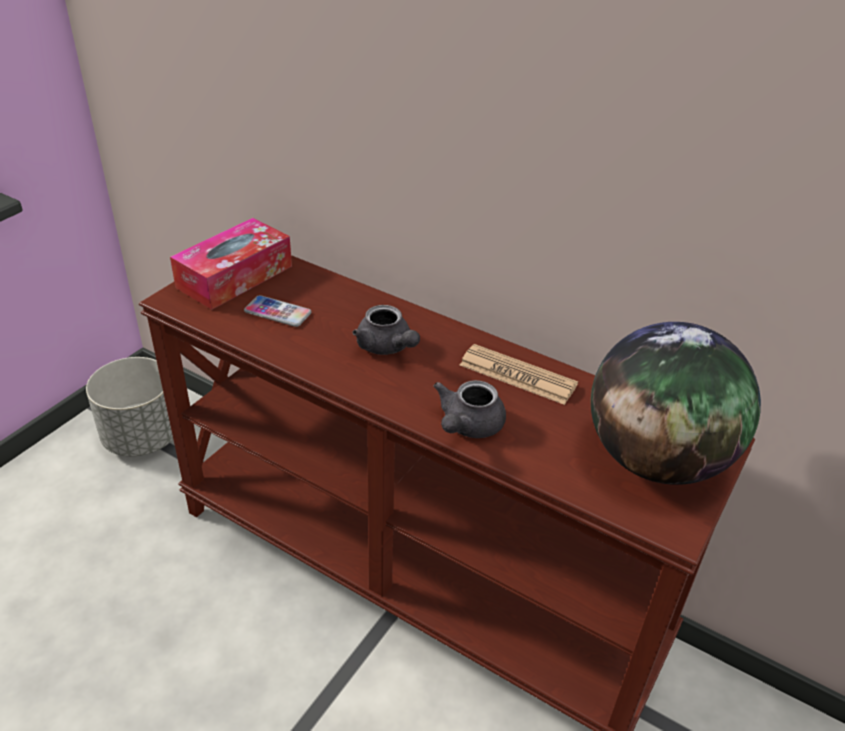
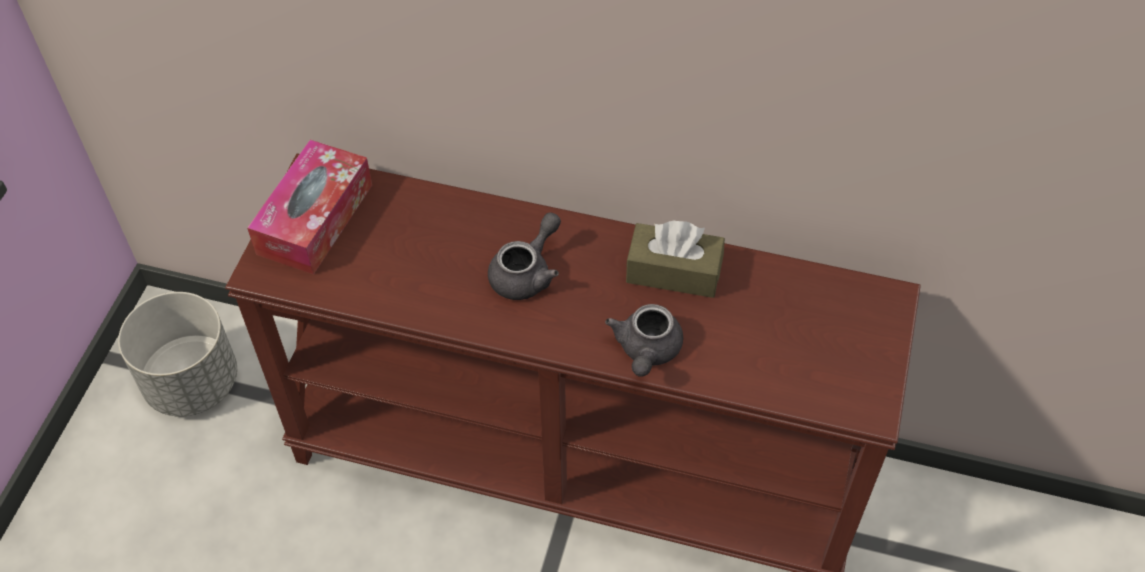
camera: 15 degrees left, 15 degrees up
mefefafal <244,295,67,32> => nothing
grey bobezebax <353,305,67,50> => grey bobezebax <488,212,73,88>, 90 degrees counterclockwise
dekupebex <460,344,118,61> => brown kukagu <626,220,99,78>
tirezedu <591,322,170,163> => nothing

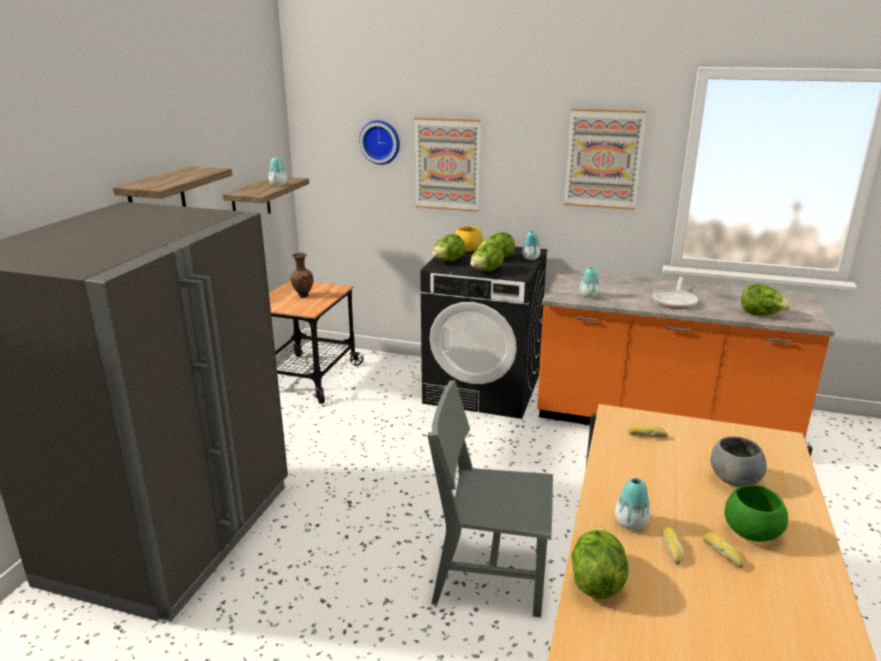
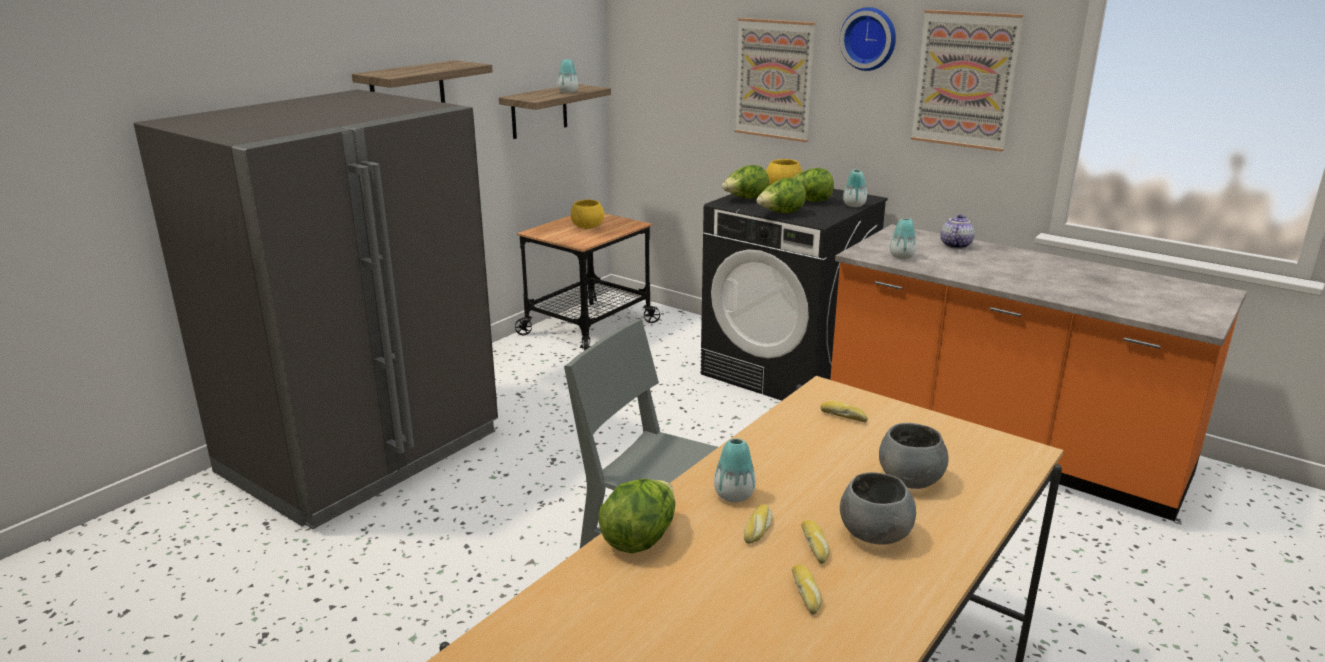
camera: 20 degrees right, 0 degrees up
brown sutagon <290,253,23,44> => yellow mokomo <571,199,33,30>
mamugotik <359,120,41,45> => mamugotik <840,7,56,64>, shifted
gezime <653,277,45,32> => nothing
green mokomo <725,485,63,57> => grey mokomo <840,472,76,73>
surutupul <741,284,50,31> => nothing
nothing => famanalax <792,565,30,50>
nothing => bobezebax <941,214,34,35>

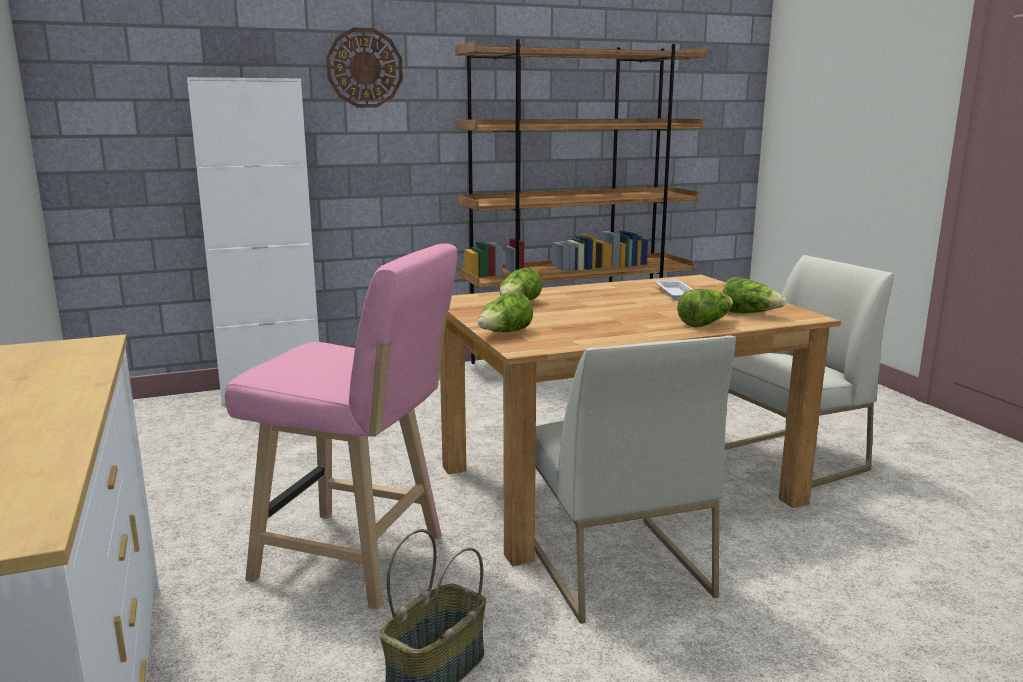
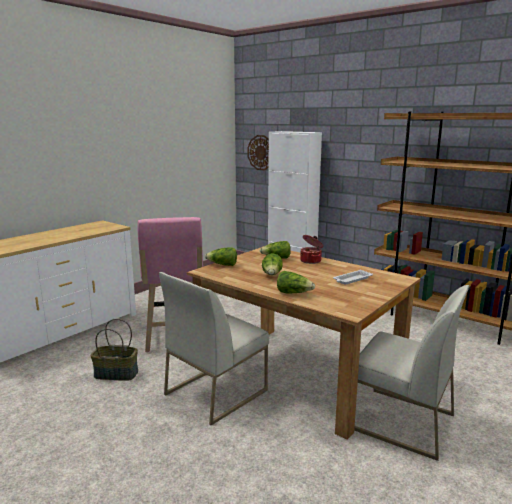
camera: 60 degrees right, 0 degrees up
mamugotik <326,27,77,81> => mamugotik <247,135,22,35>, shifted
surutupul <722,277,64,36> => surutupul <262,253,21,22>, shifted
nothing => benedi <300,235,23,29>

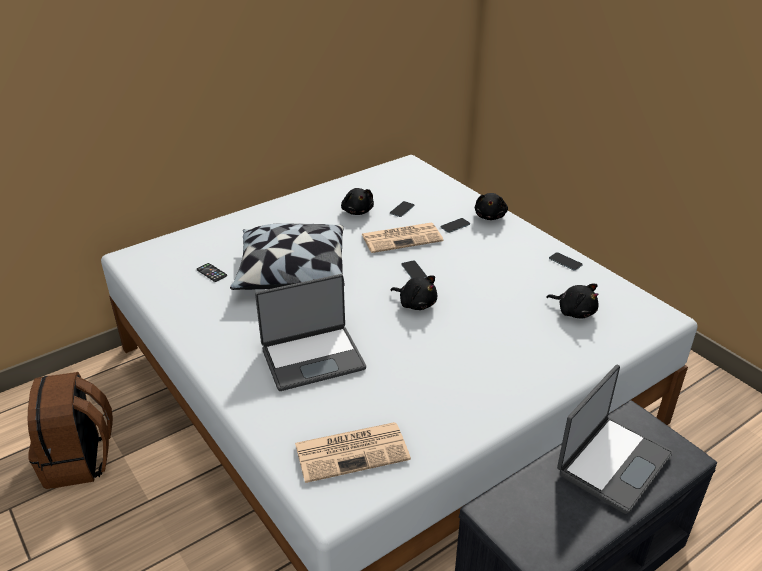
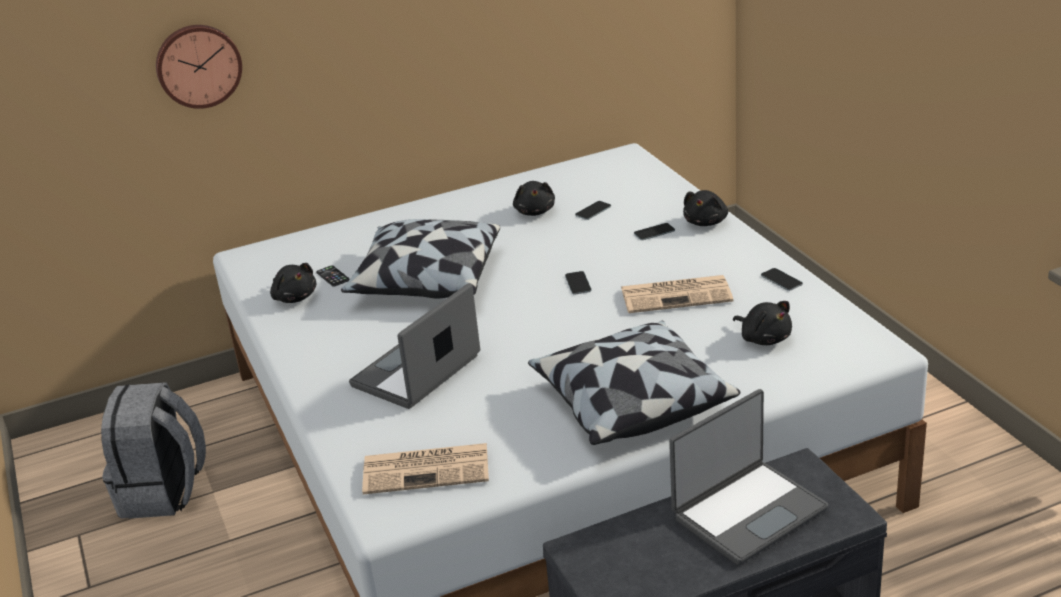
camera: 15 degrees right, 5 degrees down
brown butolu <28,372,85,117> => grey butolu <101,382,105,137>
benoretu <255,274,111,117> => benoretu <349,283,131,126>, 135 degrees clockwise
dekupebex <362,223,81,30> => dekupebex <621,275,112,38>, shifted
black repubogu <391,276,46,34> => black repubogu <270,263,46,40>, shifted
nothing => mamugotik <156,25,86,84>
nothing => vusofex <528,321,212,124>

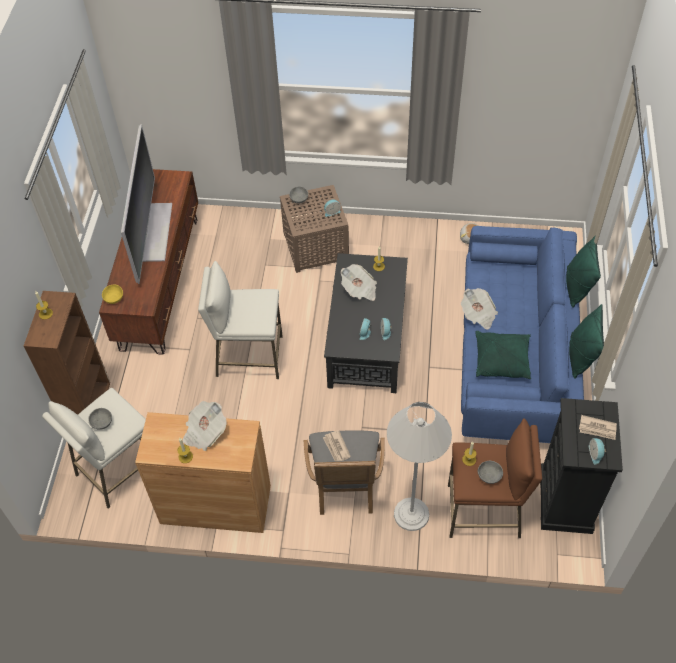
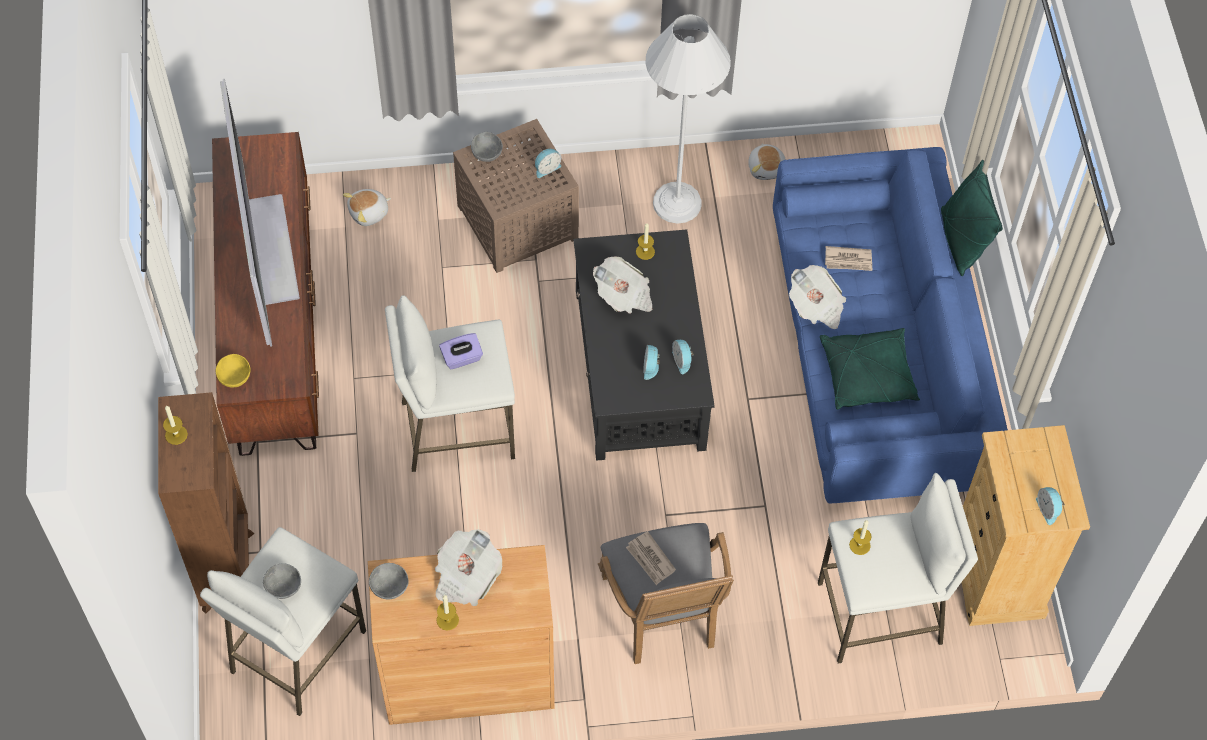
camera: 15 degrees left, 5 degrees up
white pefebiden <387,402,65,129> => white pefebiden <646,14,85,210>, shifted
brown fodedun <448,419,94,119> => white fodedun <818,473,160,190>
grey mokomo <478,461,25,23> => grey mokomo <369,563,40,37>, shifted
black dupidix <540,398,83,136> => beige dupidix <961,425,129,201>
green vusofex <569,304,35,75> => nothing
dekupebex <579,415,38,25> => dekupebex <825,246,47,25>, shifted
nothing => repubogu <343,189,48,37>
nothing => purple kukagu <439,333,44,36>

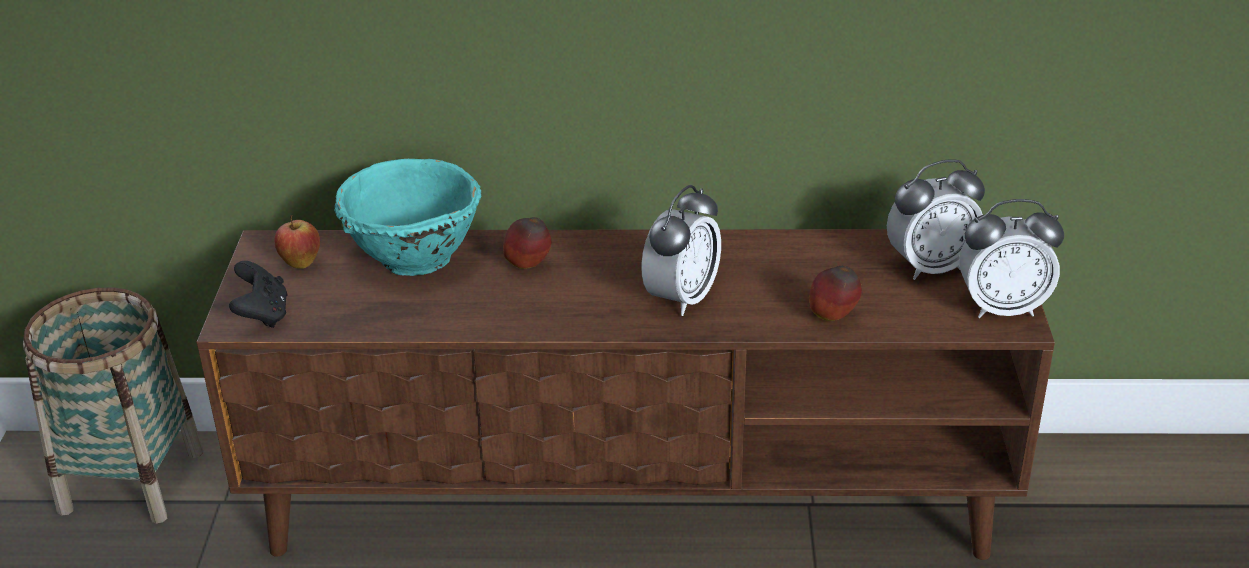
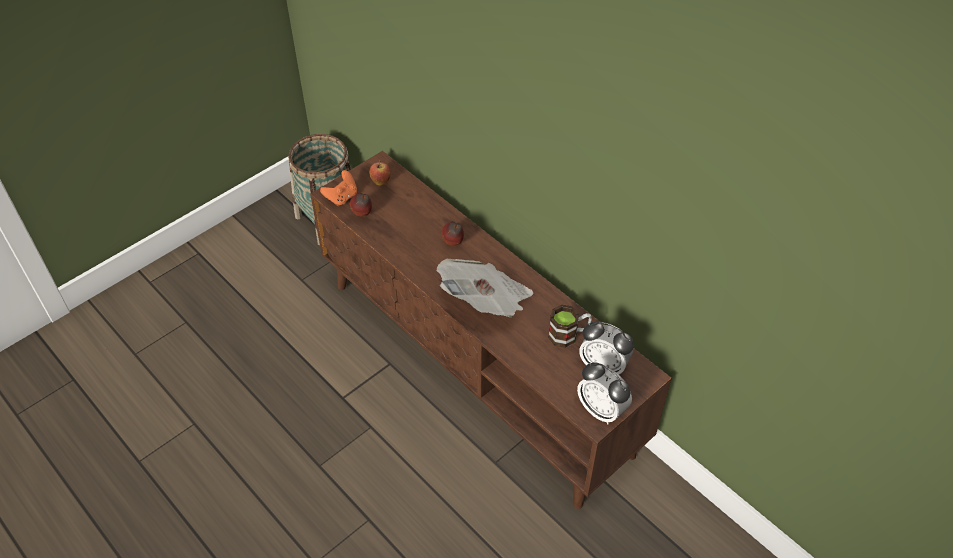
camera: 45 degrees right, 15 degrees up
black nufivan <229,261,59,67> => orange nufivan <320,170,37,36>
turquoise mokomo <334,159,148,117> => nothing
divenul <641,185,80,131> => dekupebex <437,259,96,58>
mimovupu <809,266,53,55> => mimovupu <350,193,22,24>, shifted
nothing => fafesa <548,305,44,43>

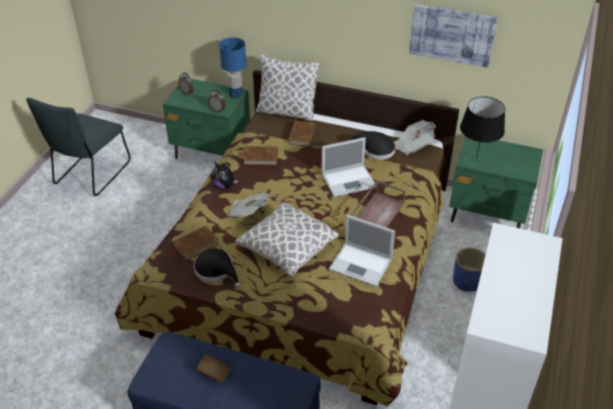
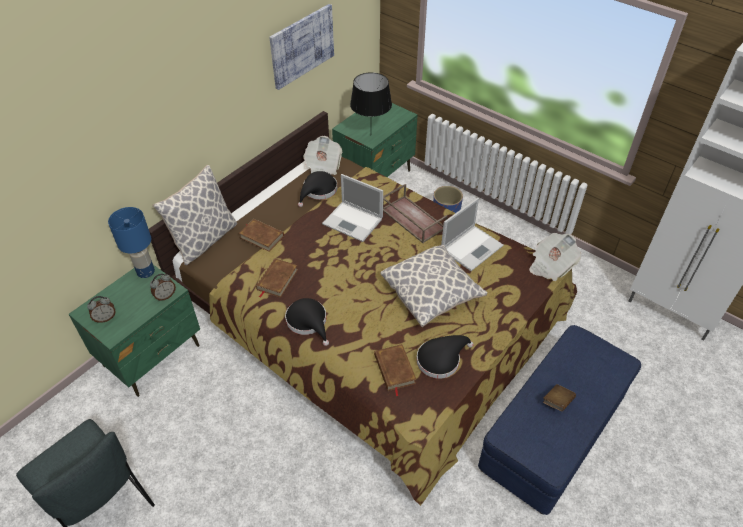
camera: 70 degrees left, 5 degrees up
repubogu <212,162,26,27> => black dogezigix <285,298,44,48>
dekupebex <227,193,42,24> => dekupebex <529,233,52,48>, shifted
benoretu <321,137,55,60> => benoretu <322,174,61,68>, 120 degrees clockwise

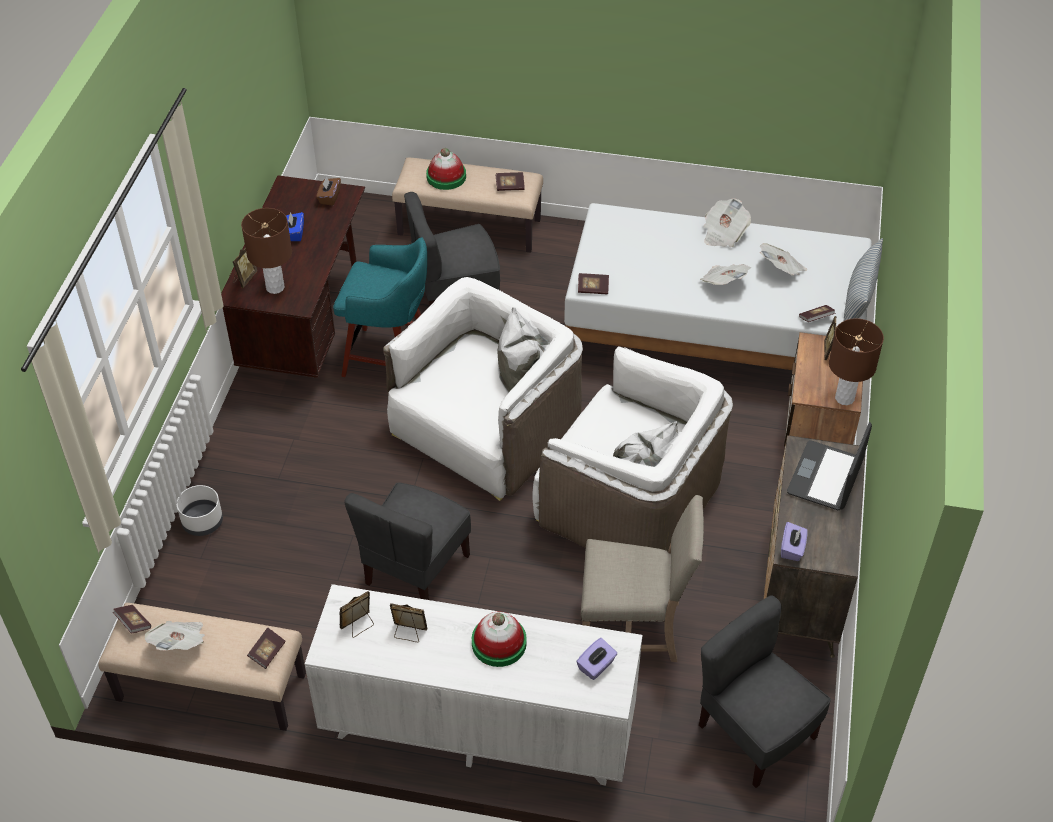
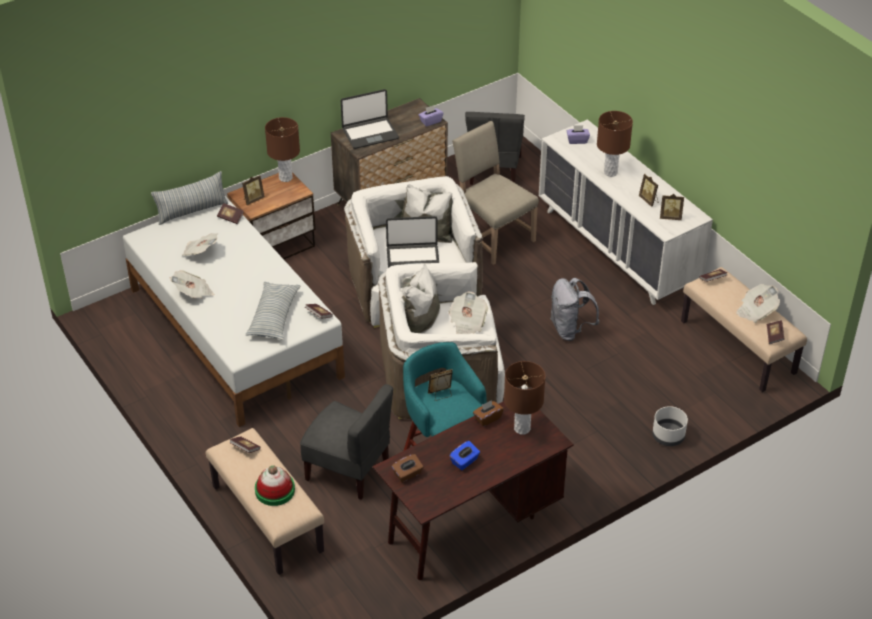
camera: 135 degrees left, 5 degrees down
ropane <233,248,25,40> => ropane <428,369,25,32>, shifted
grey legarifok <344,482,127,118> => grey butolu <550,278,49,63>
dogezigix <472,611,55,56> => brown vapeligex <597,111,36,66>
dekupebex <700,264,51,21> => dekupebex <449,292,39,42>, shifted
nothing => vusofex <245,282,55,58>
nothing => benoretu <386,216,53,52>
nothing => brown kukagu <473,400,31,27>

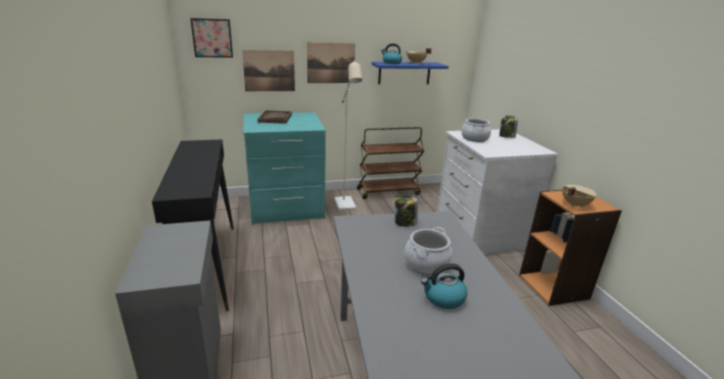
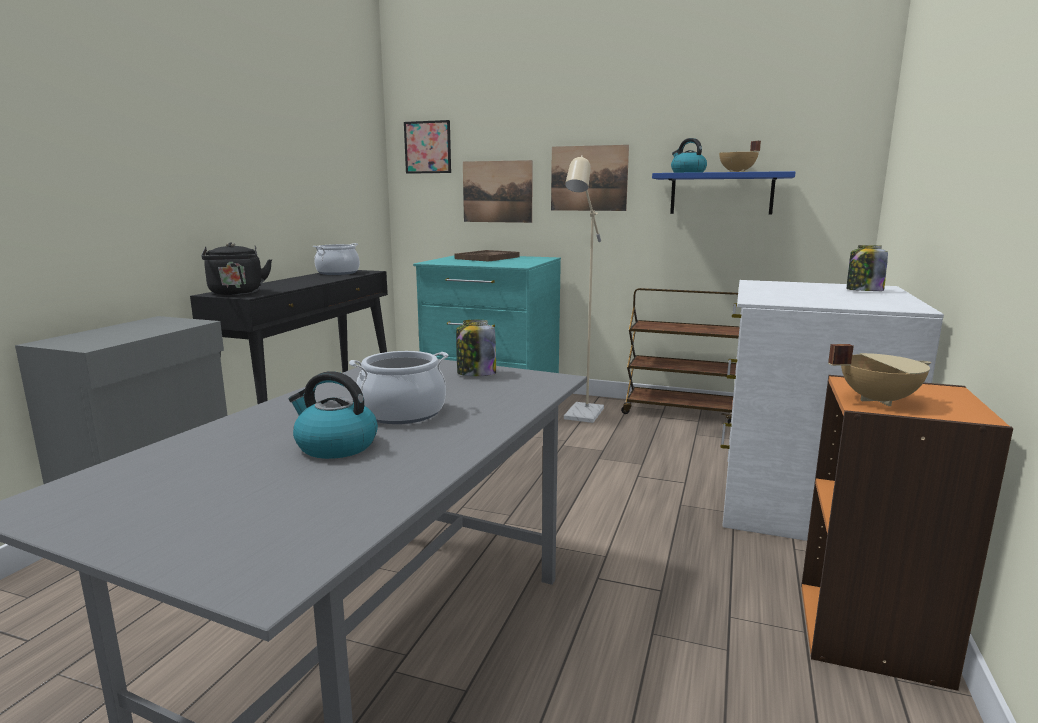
camera: 35 degrees right, 10 degrees down
benedi <462,117,29,25> => benedi <313,243,47,32>, shifted
nothing => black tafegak <201,243,71,52>

